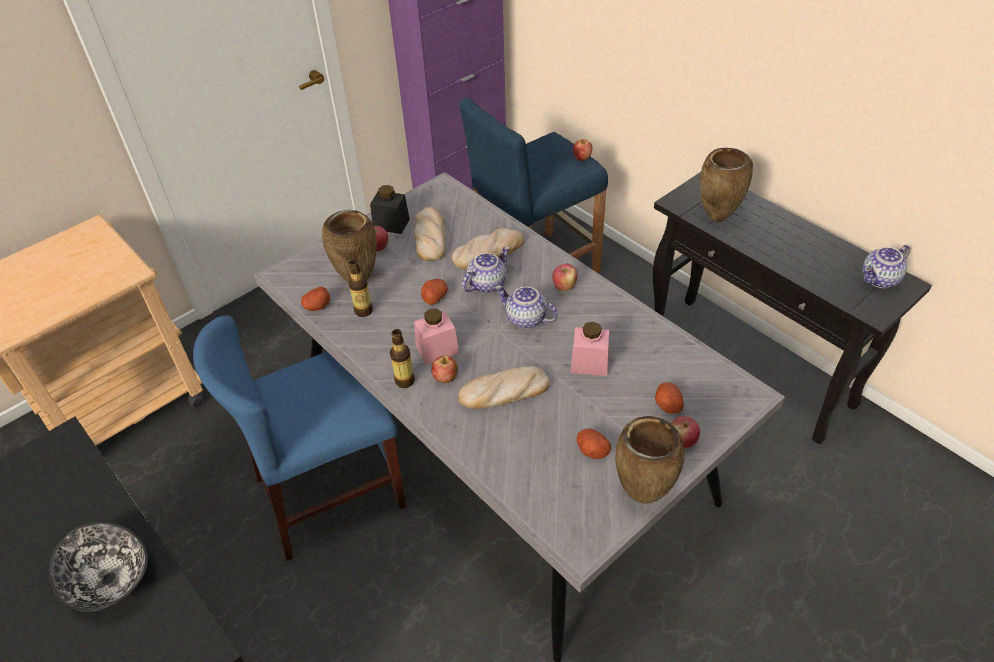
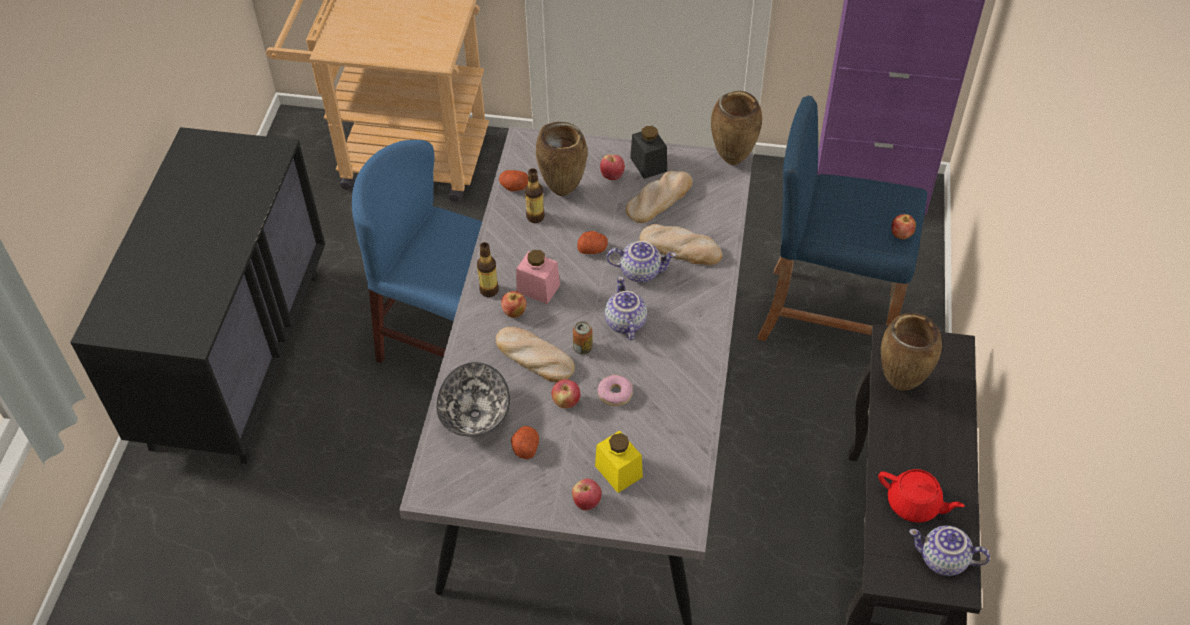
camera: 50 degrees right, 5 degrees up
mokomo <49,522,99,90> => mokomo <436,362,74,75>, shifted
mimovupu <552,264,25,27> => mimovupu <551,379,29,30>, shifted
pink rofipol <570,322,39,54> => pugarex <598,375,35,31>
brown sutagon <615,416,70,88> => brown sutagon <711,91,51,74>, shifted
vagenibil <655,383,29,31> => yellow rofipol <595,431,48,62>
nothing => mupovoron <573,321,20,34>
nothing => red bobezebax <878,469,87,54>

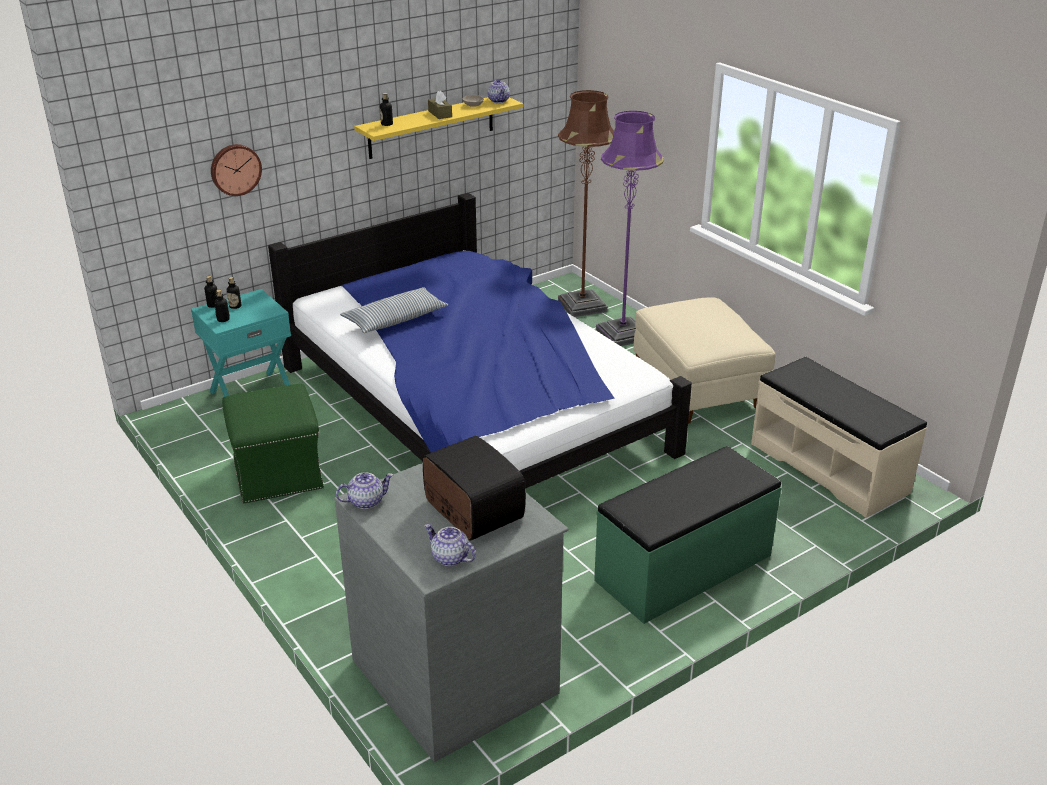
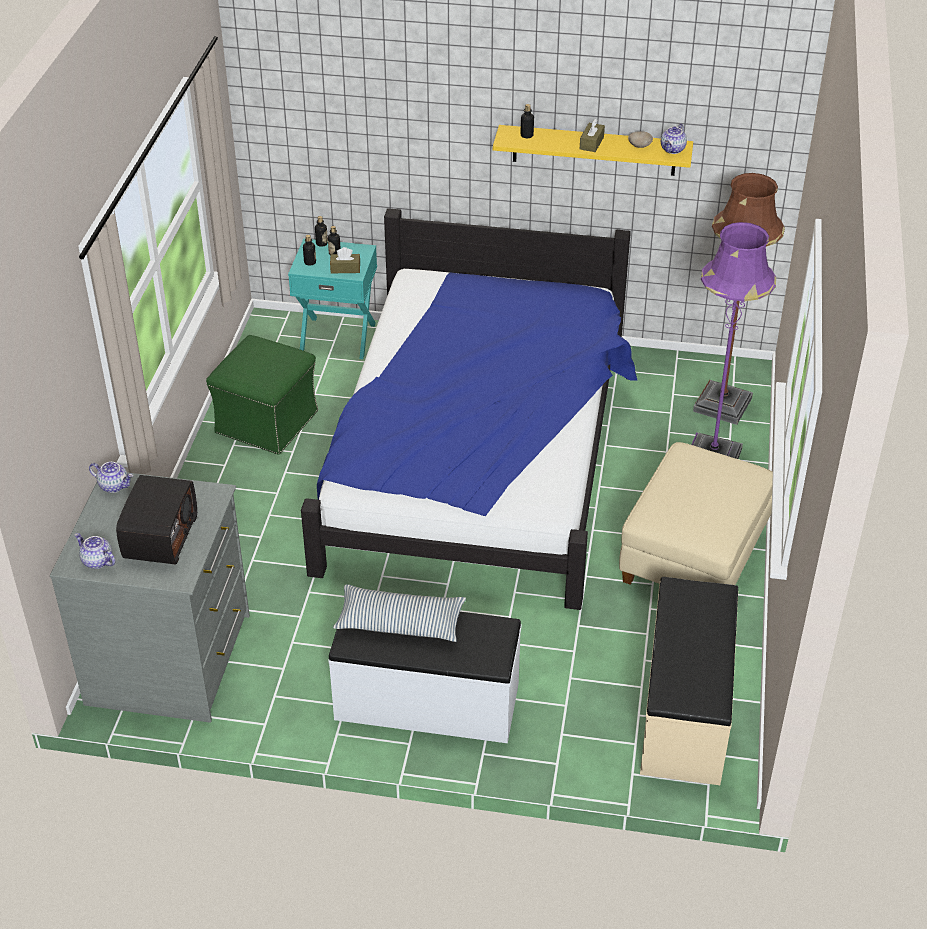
camera: 45 degrees right, 10 degrees up
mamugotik <211,144,51,52> => nothing
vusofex <340,287,108,46> => vusofex <333,584,133,58>, shifted
bobezebax <424,524,52,42> => bobezebax <75,533,40,36>, 45 degrees counterclockwise
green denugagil <594,446,188,178> => white denugagil <328,612,194,131>
nothing => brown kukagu <330,247,30,26>

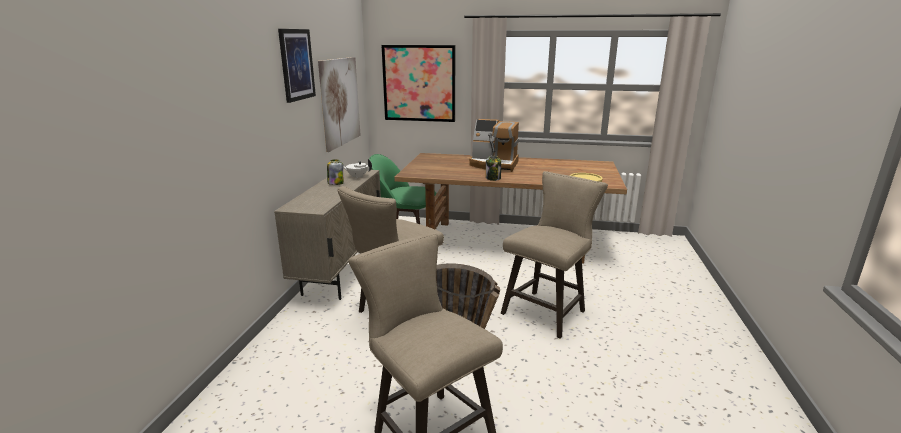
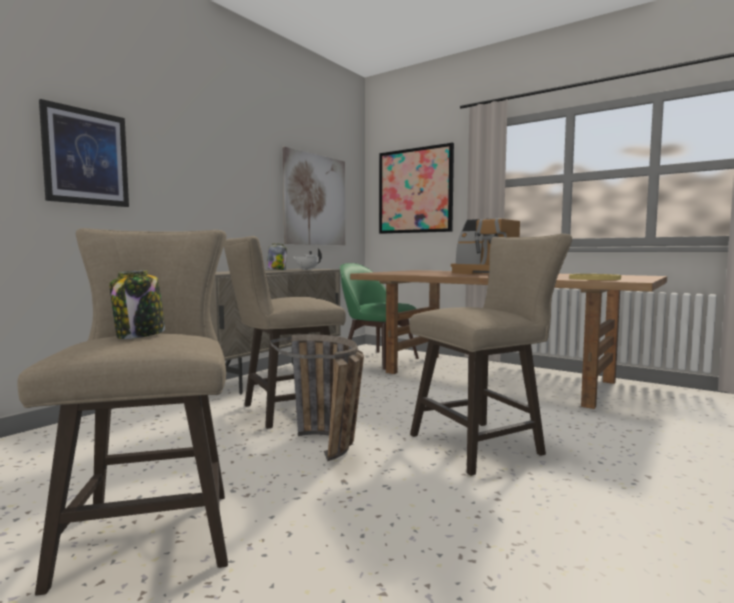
camera: 25 degrees right, 15 degrees down
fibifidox <278,29,38,74> => fibifidox <39,99,90,108>, shifted
rofipol <486,156,15,25> => rofipol <110,270,55,69>, shifted

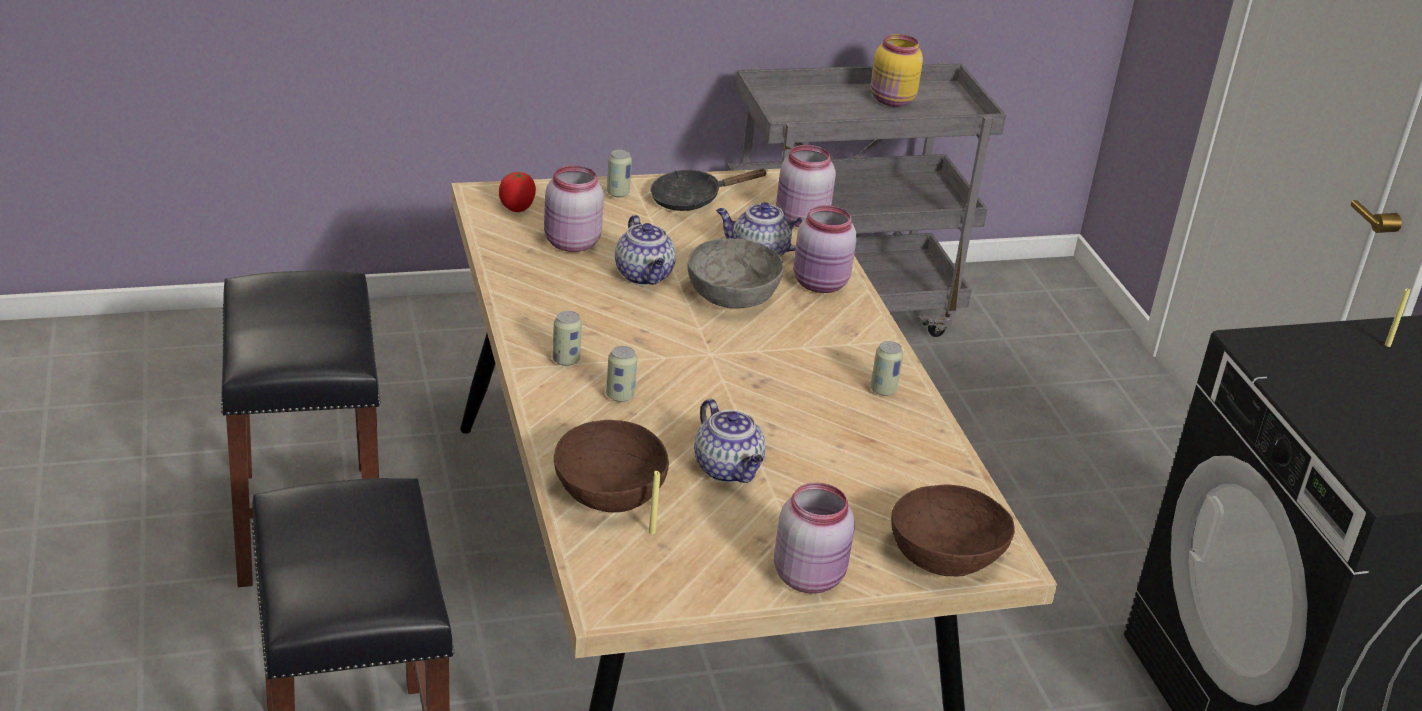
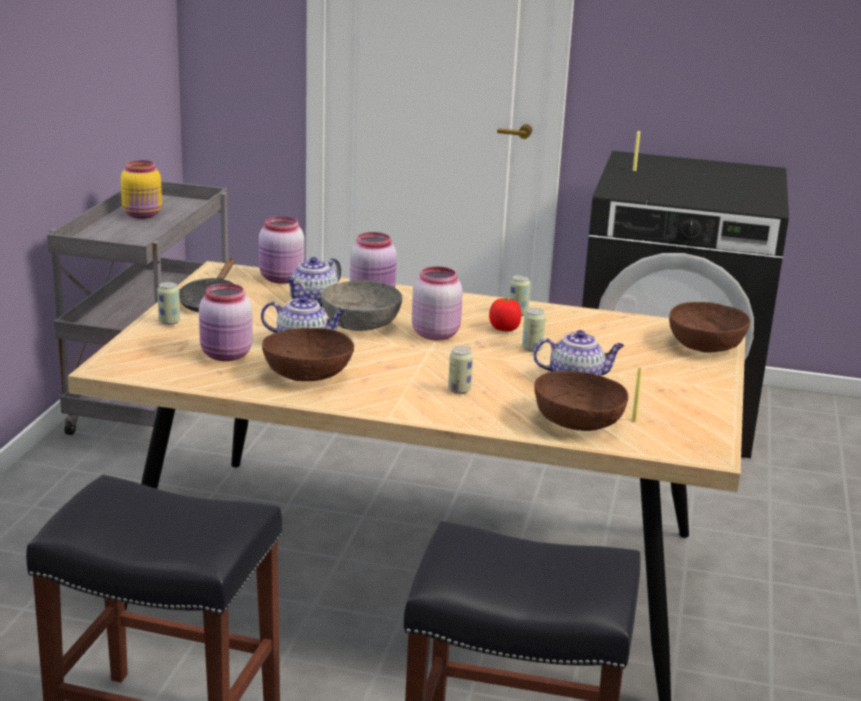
camera: 60 degrees left, 10 degrees down
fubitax <499,172,37,40> => fubitax <489,297,32,34>, shifted
mupovoron <552,311,30,55> => mupovoron <522,308,24,44>, shifted
pink rofipol <774,482,81,112> => pink rofipol <412,266,51,74>, shifted
nothing => brown mokomo <262,328,92,53>

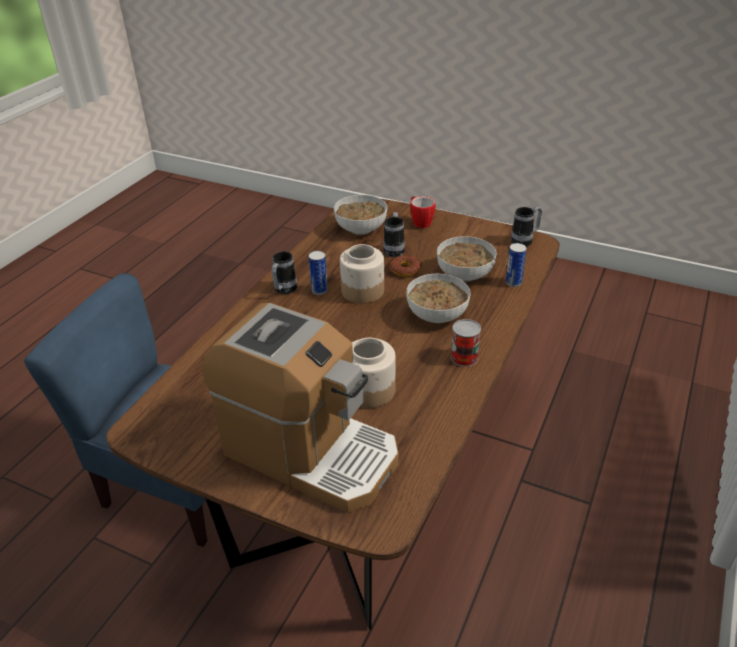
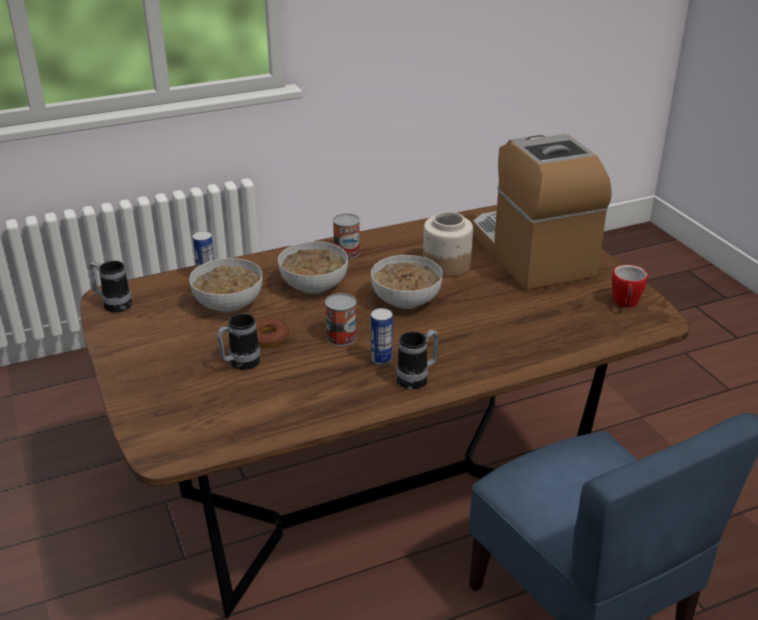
camera: 140 degrees left, 5 degrees down
mokomo <334,195,53,40> => mokomo <371,255,72,54>, shifted
rofipol <340,244,44,60> => mupovoron <325,293,32,53>
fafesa <410,196,25,32> => fafesa <612,265,36,43>, shifted

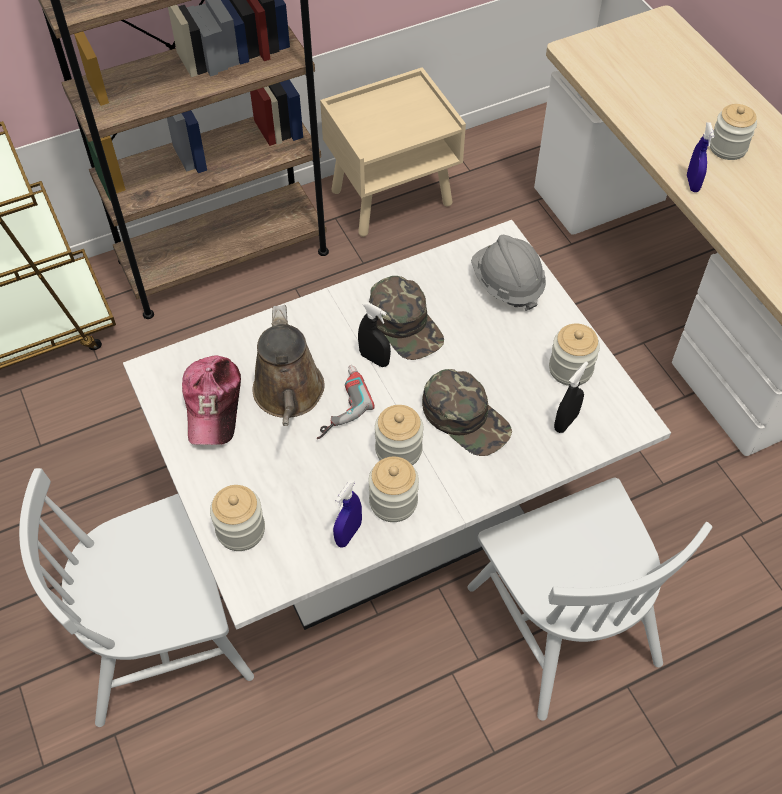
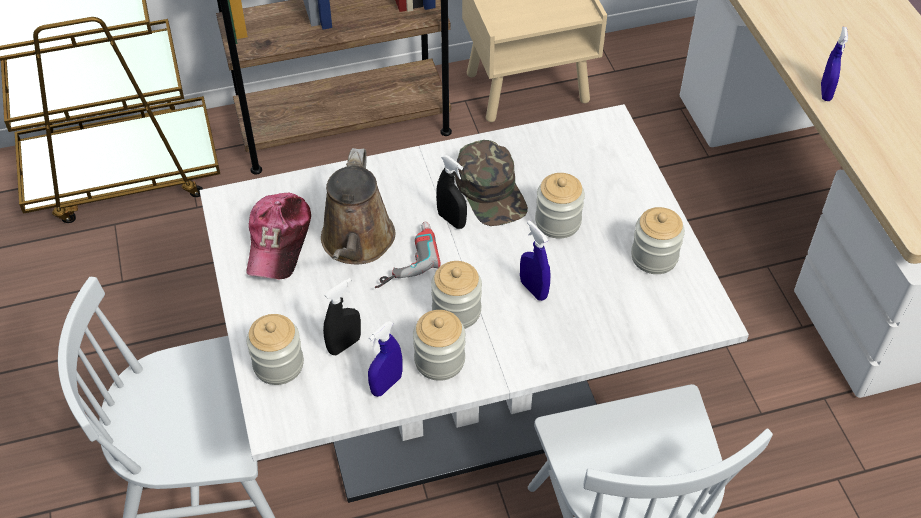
camera: 10 degrees right, 5 degrees down
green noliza <422,369,90,87> => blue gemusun <520,220,31,81>
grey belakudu <471,235,75,76> => nothing
black gemusun <554,361,34,72> => black gemusun <323,278,38,77>, shifted
rofipol <710,104,47,56> => rofipol <535,173,50,66>, shifted

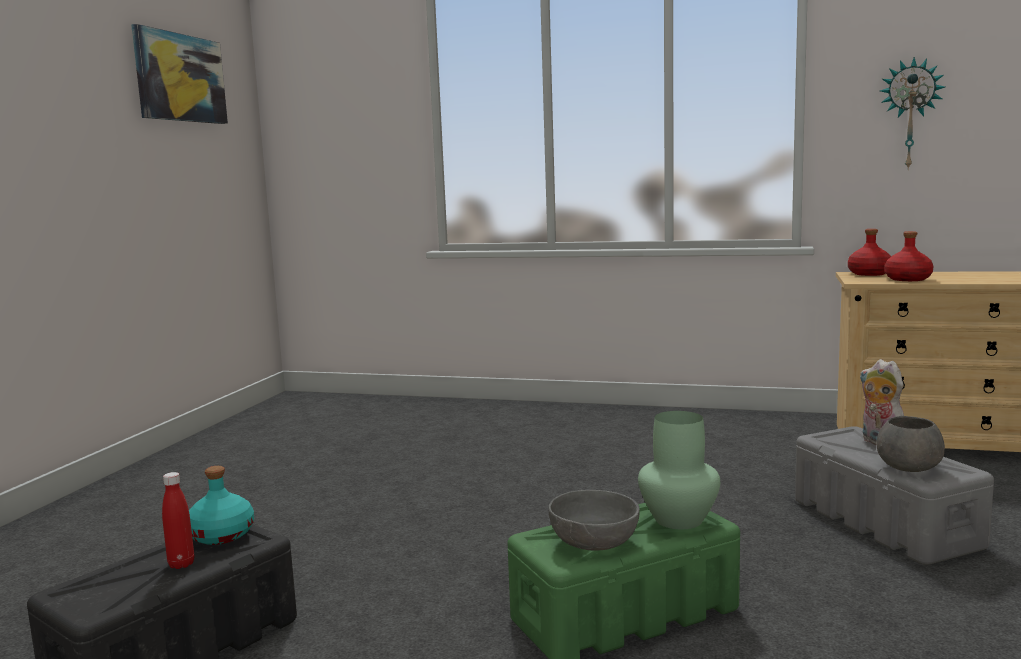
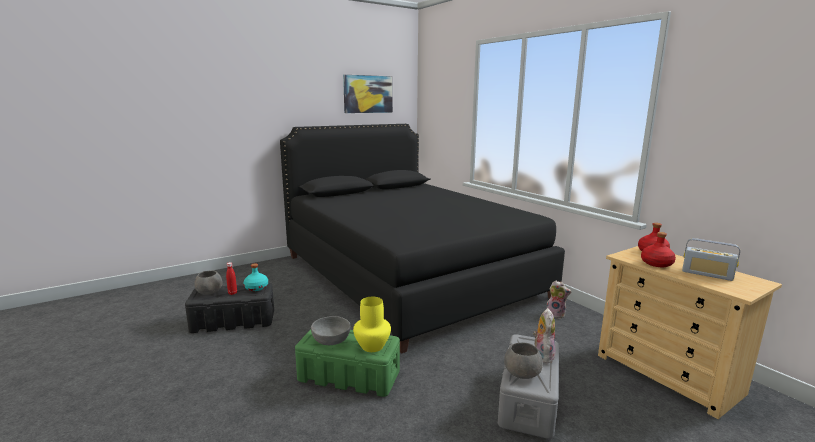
camera: 40 degrees right, 5 degrees up
green sutagon <638,411,82,118> => yellow sutagon <353,297,38,55>
mamugotik <880,57,65,113> => nothing
nothing => grey mokomo <194,270,29,25>
nothing => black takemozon <280,124,285,229>
nothing => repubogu <547,281,24,38>
nothing => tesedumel <682,238,58,43>

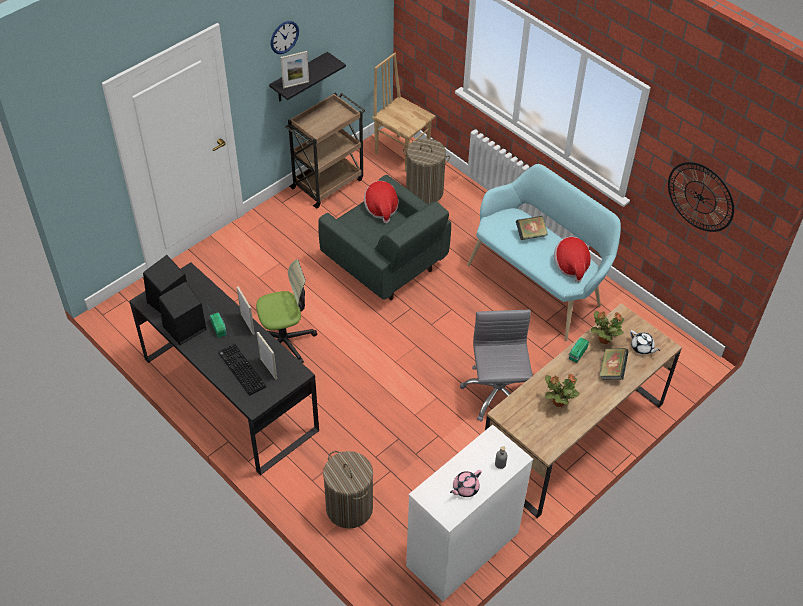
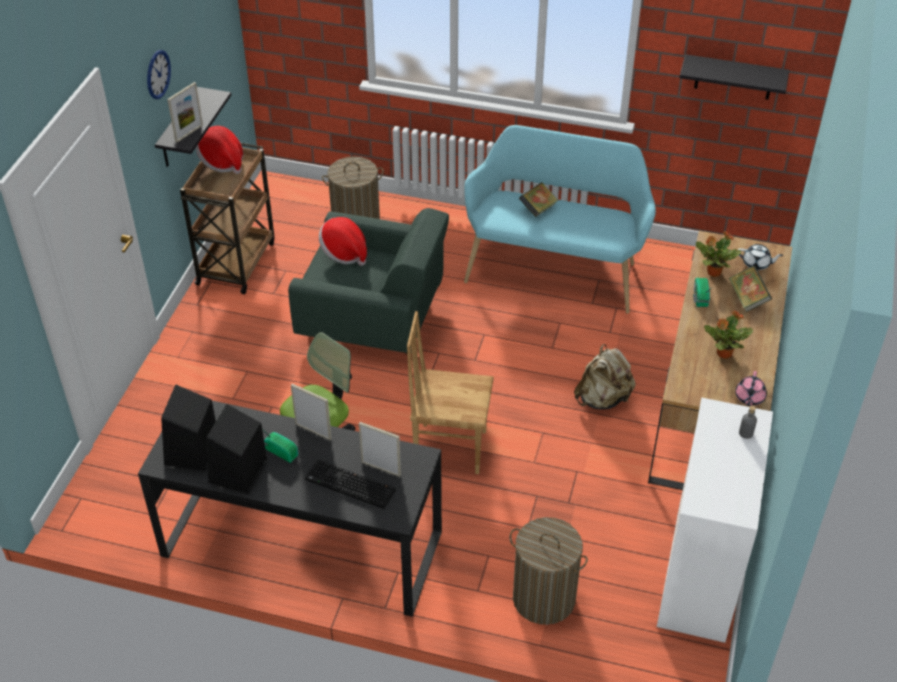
camera: 30 degrees left, 5 degrees down
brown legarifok <372,53,63,119> => brown legarifok <407,311,87,163>, shifted
pink bobezebax <450,470,32,27> => pink bobezebax <735,371,32,35>, shifted
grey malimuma <460,310,73,112> => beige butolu <574,344,62,66>
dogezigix <554,237,37,46> => dogezigix <196,126,47,48>, shifted
mamugotik <668,162,66,70> => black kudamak <679,54,110,46>

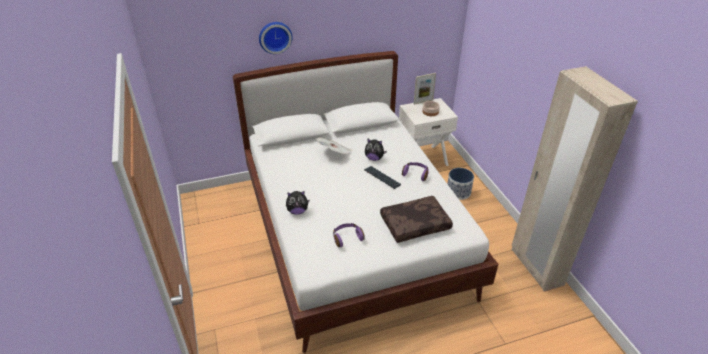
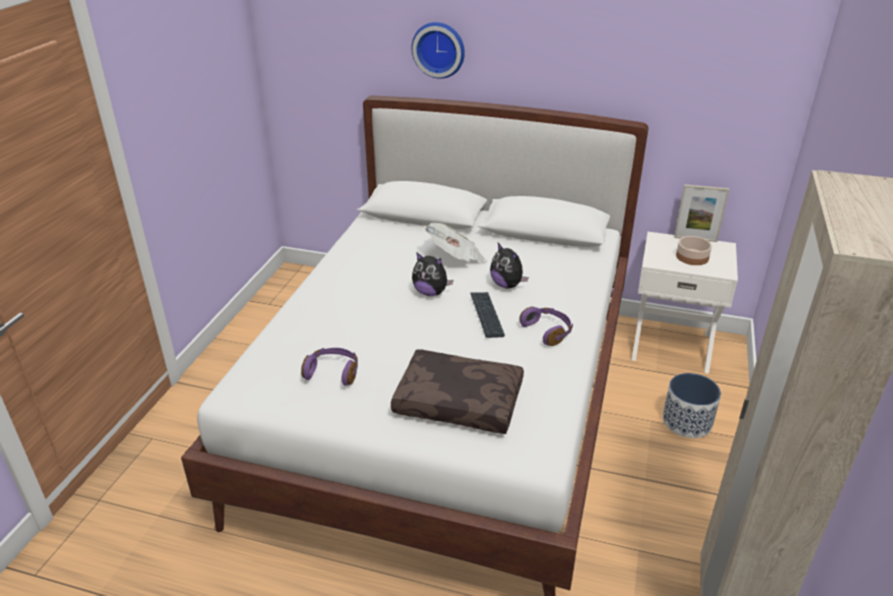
camera: 35 degrees right, 5 degrees down
repubogu <286,191,24,24> => repubogu <412,252,41,44>, shifted

